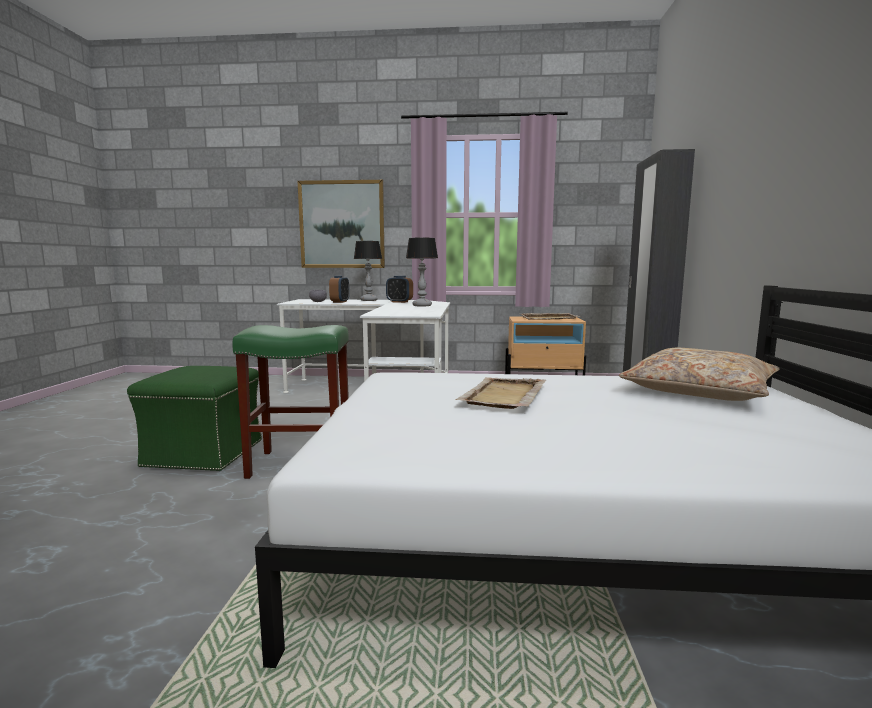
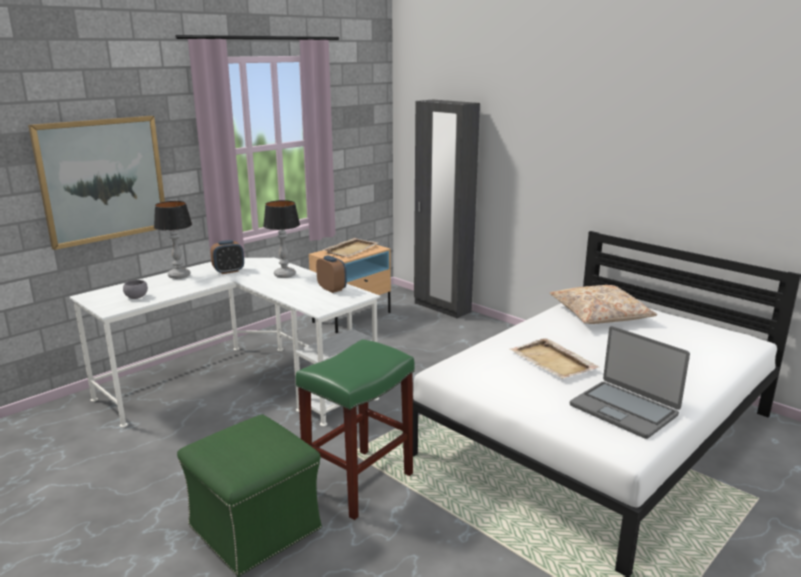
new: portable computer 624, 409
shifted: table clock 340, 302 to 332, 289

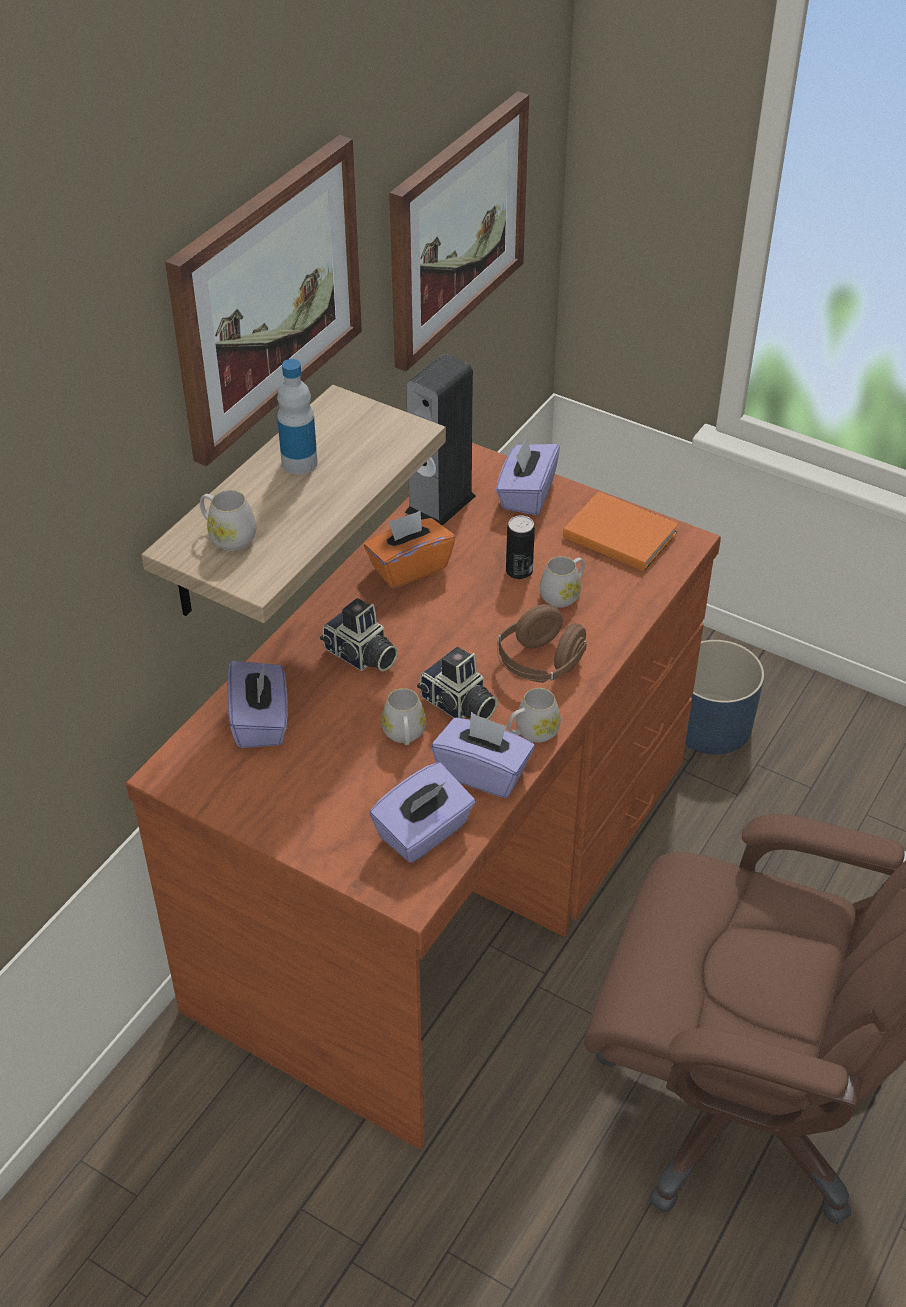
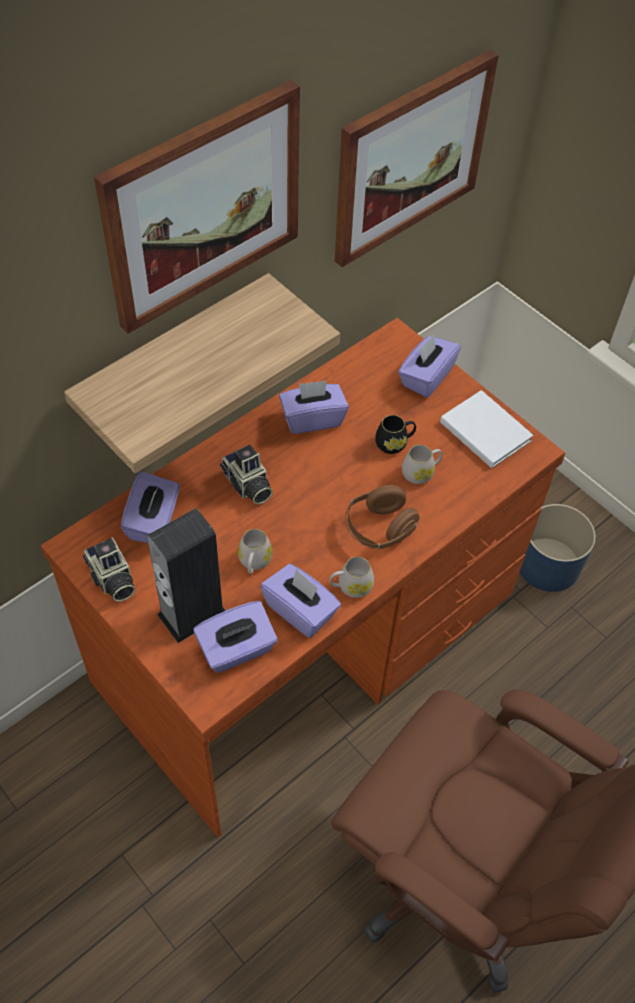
gone: whitish tea mug 228, 536; drink bottle 299, 463
shifted: still camera 458, 705 to 112, 579; loudspeaker 440, 504 to 192, 613
swapped: can 519, 571 to black-coloured tea mug 394, 443
repainted: orangey box of tissues 409, 567 to purple box of tissues 312, 418; orangey book 618, 533 to whitish book 485, 429

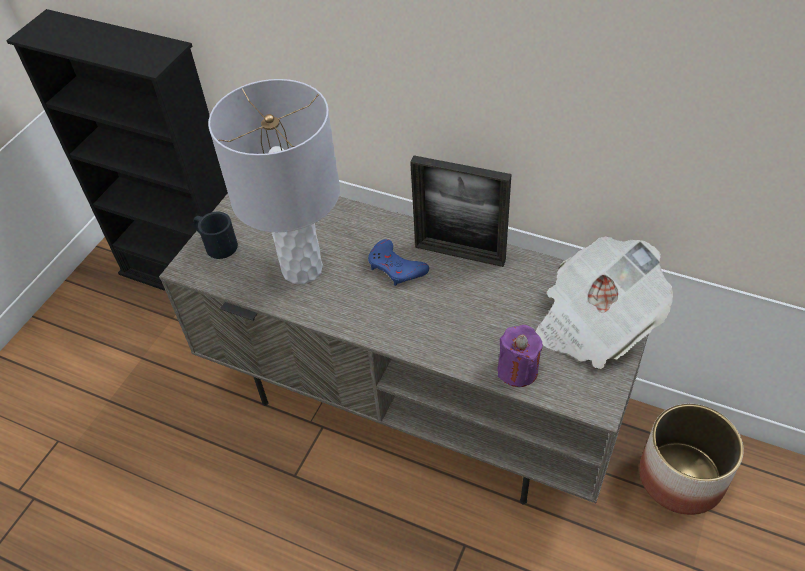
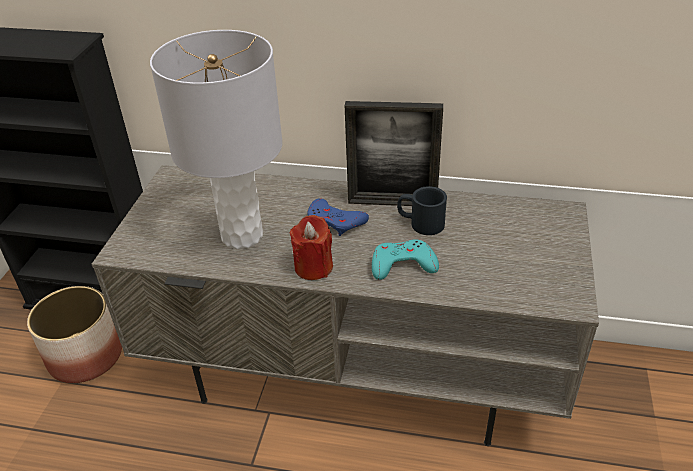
gone: purple wax candle 517, 370; printed paper 595, 322
new: reddish wax candle 313, 267; turquoise gamepad 402, 264
shifted: planter 681, 477 to 86, 356; black-coloured tea mug 216, 244 to 420, 223

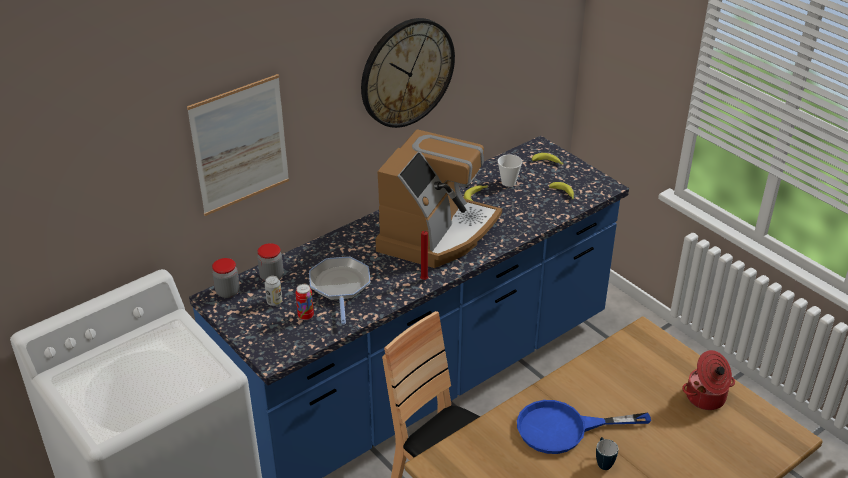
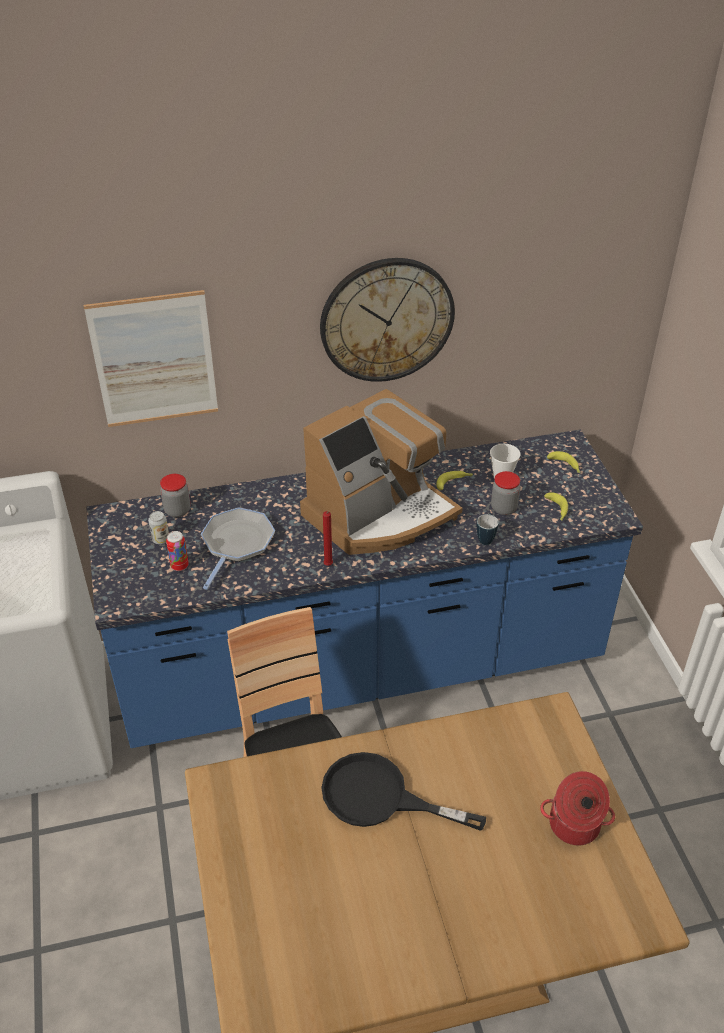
shifted: tea mug 603, 462 to 486, 538; jar 228, 292 to 503, 508
repainted: blue-coloured pan 564, 429 to black-coloured pan 380, 798

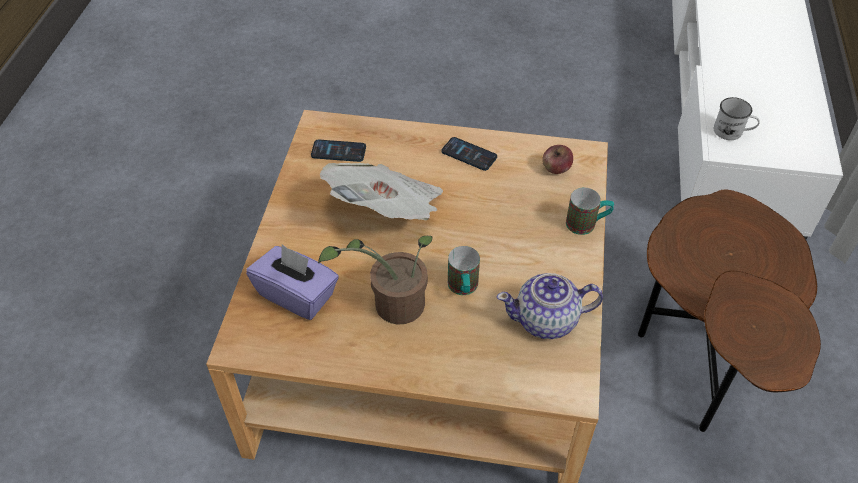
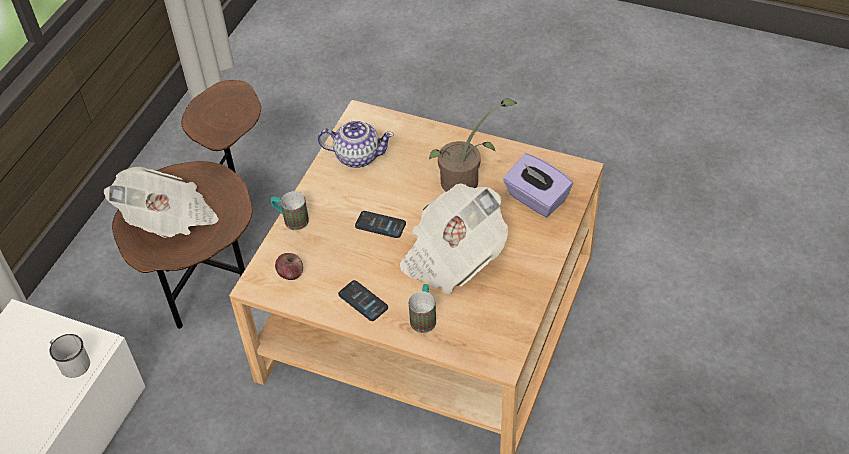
new: printed paper 169, 220
shifted: handset 338, 151 to 380, 225; tea mug 463, 289 to 424, 317

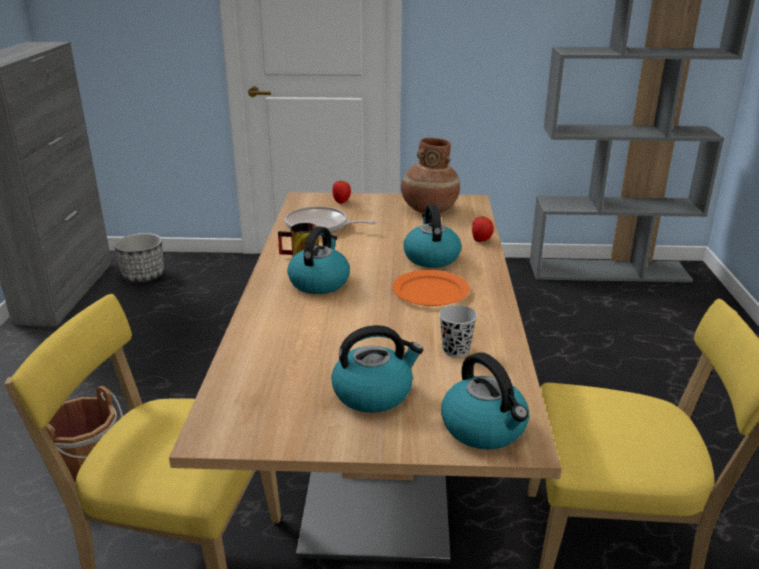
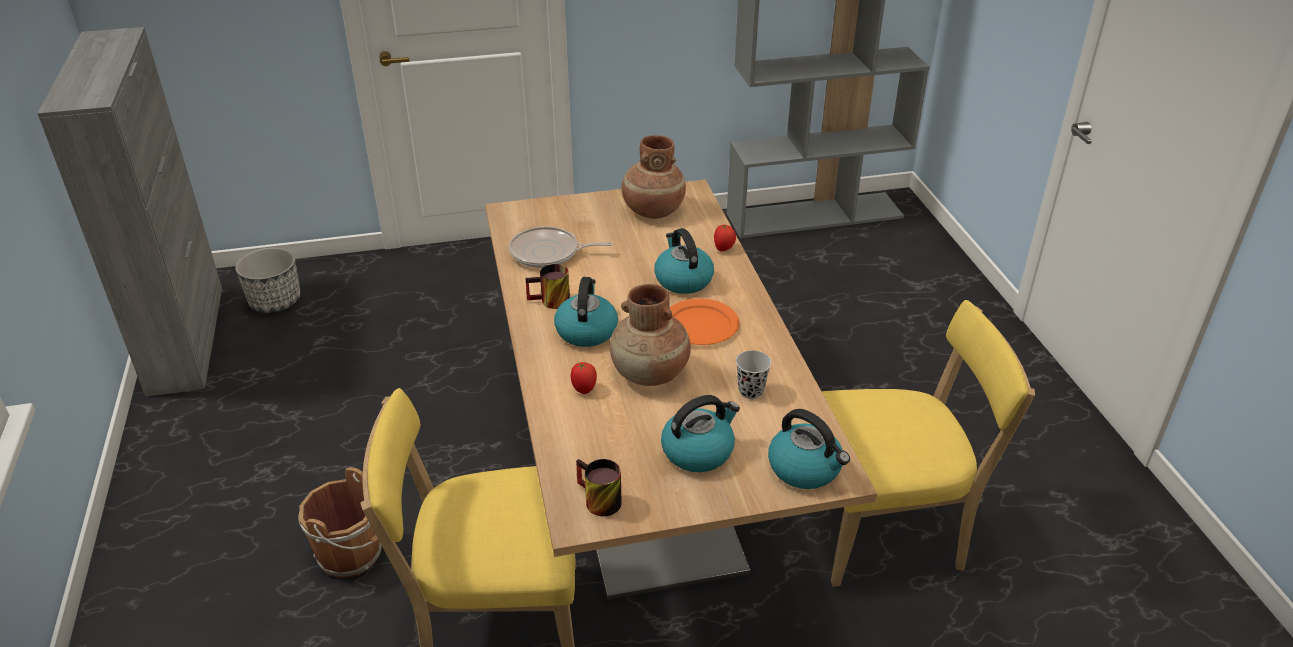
new: tea mug 596, 501; brown-coloured decorative vase 650, 374
shifted: fresh tomato 341, 202 to 584, 389

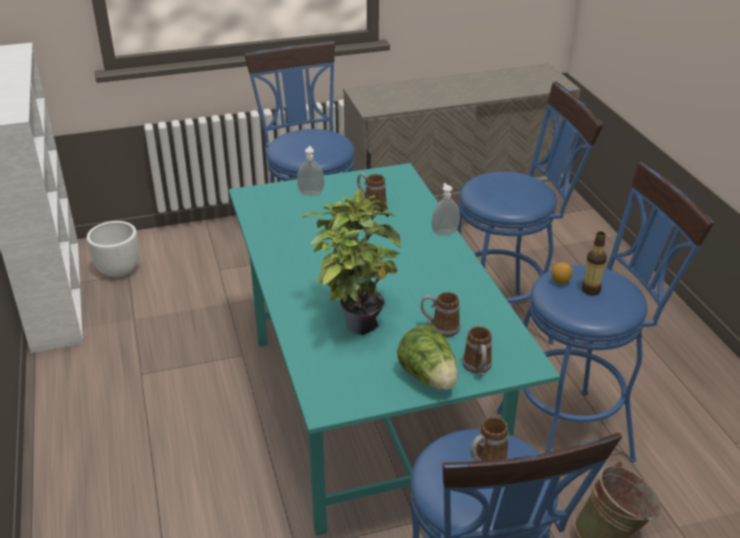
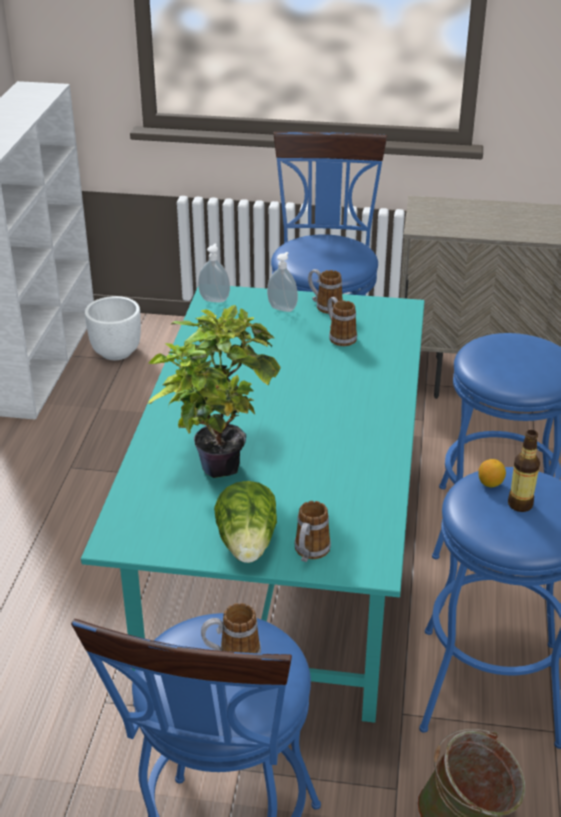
shifted: soap dispenser 444, 232 to 215, 299; tea mug 439, 328 to 324, 306

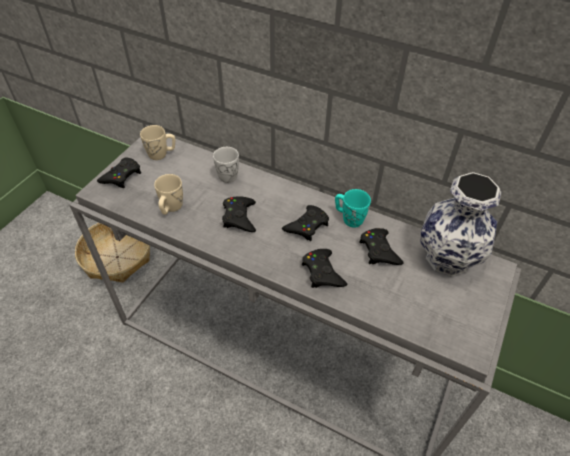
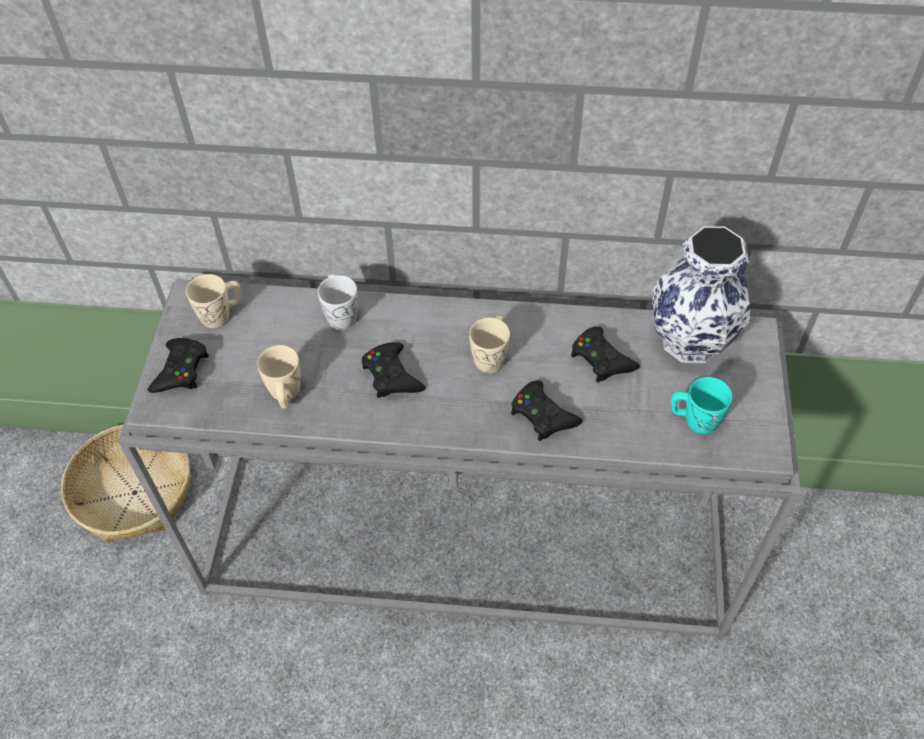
shifted: turquoise tea mug 349, 218 to 694, 420
swapped: black-coloured gamepad 307, 226 to beige-coloured tea mug 491, 356

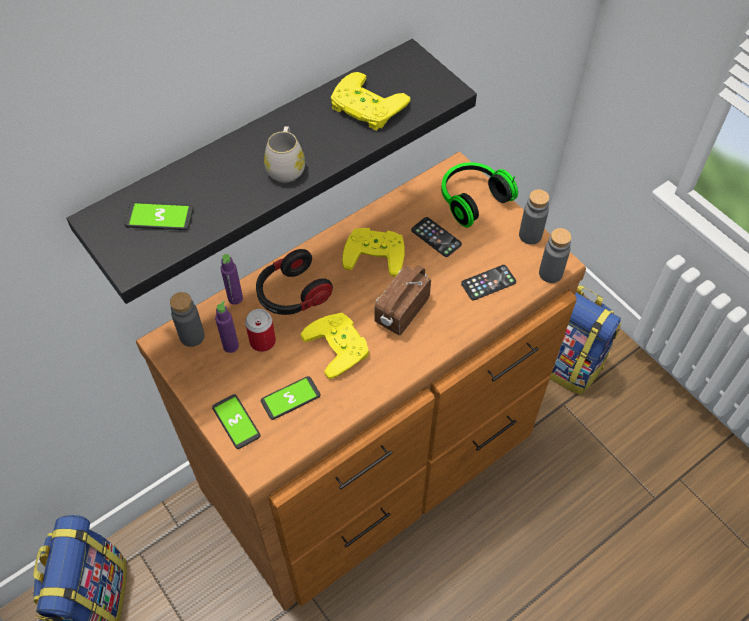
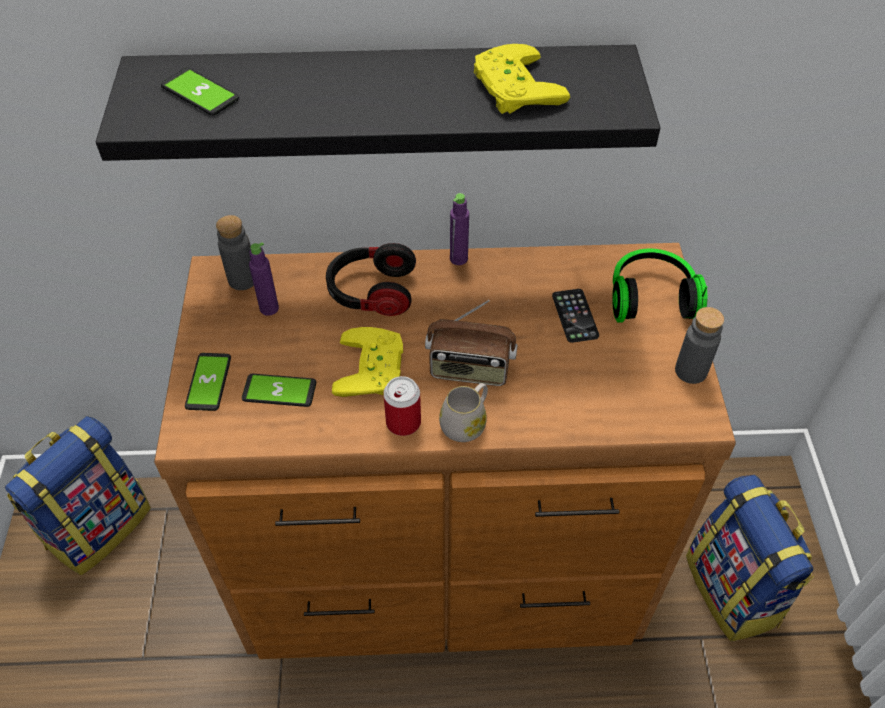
gone: yellow-coloured gamepad 375, 252; handset 488, 283; greyish drink bottle 550, 273
shifted: can 262, 341 to 403, 422; whitish tea mug 286, 167 to 466, 423; purple drink bottle 235, 298 to 458, 259
rotated: radio set 401, 311 = 469, 370 150 degrees counterclockwise

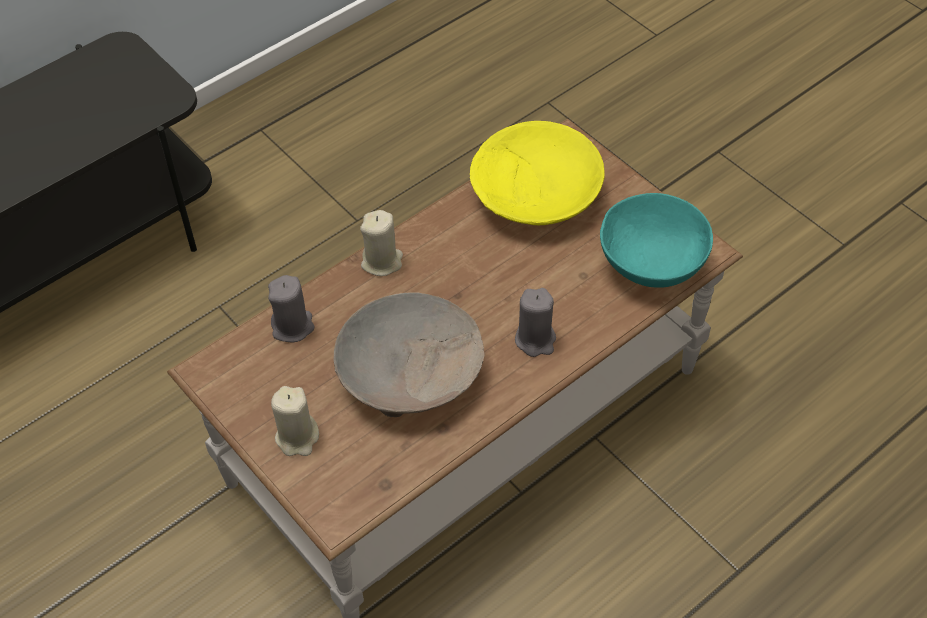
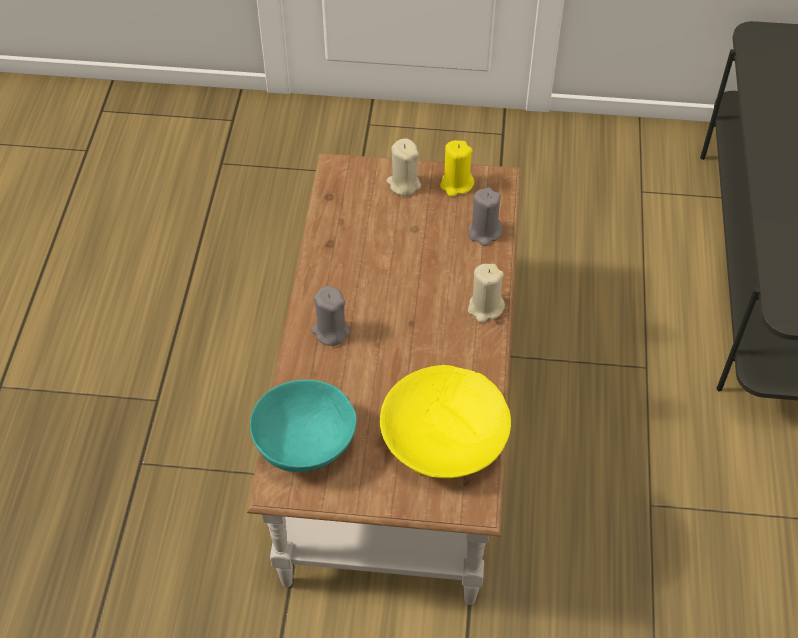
gone: beige-coloured bowl 408, 372
new: yellow-coloured wax candle 456, 184

